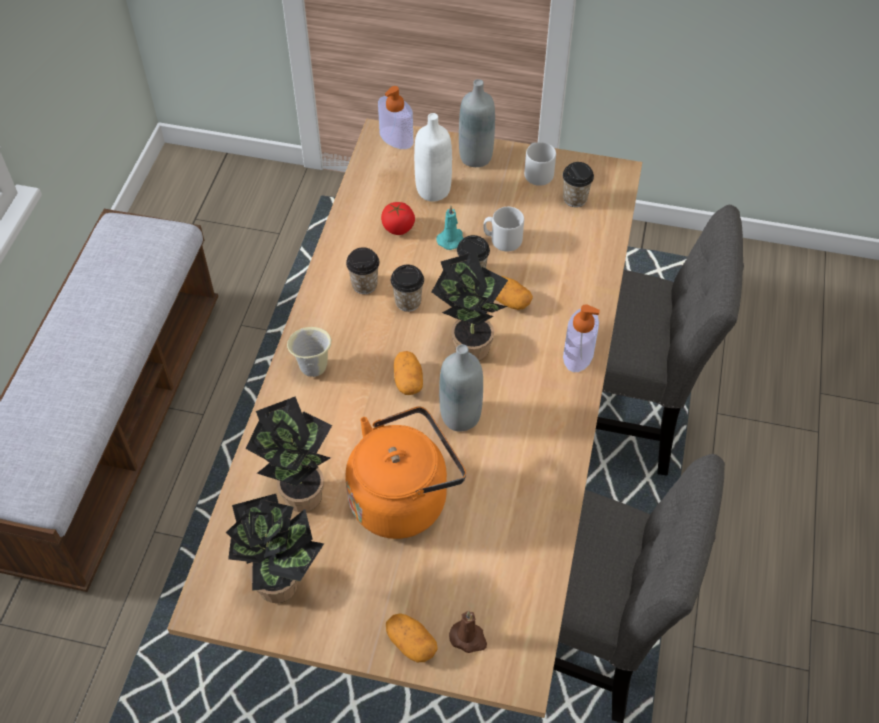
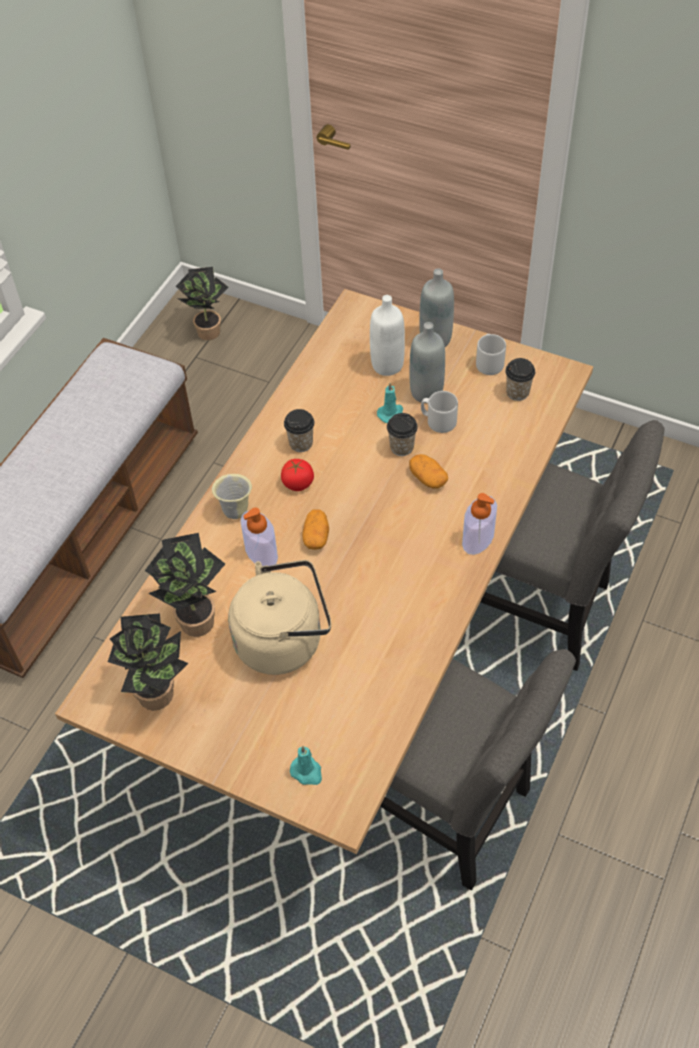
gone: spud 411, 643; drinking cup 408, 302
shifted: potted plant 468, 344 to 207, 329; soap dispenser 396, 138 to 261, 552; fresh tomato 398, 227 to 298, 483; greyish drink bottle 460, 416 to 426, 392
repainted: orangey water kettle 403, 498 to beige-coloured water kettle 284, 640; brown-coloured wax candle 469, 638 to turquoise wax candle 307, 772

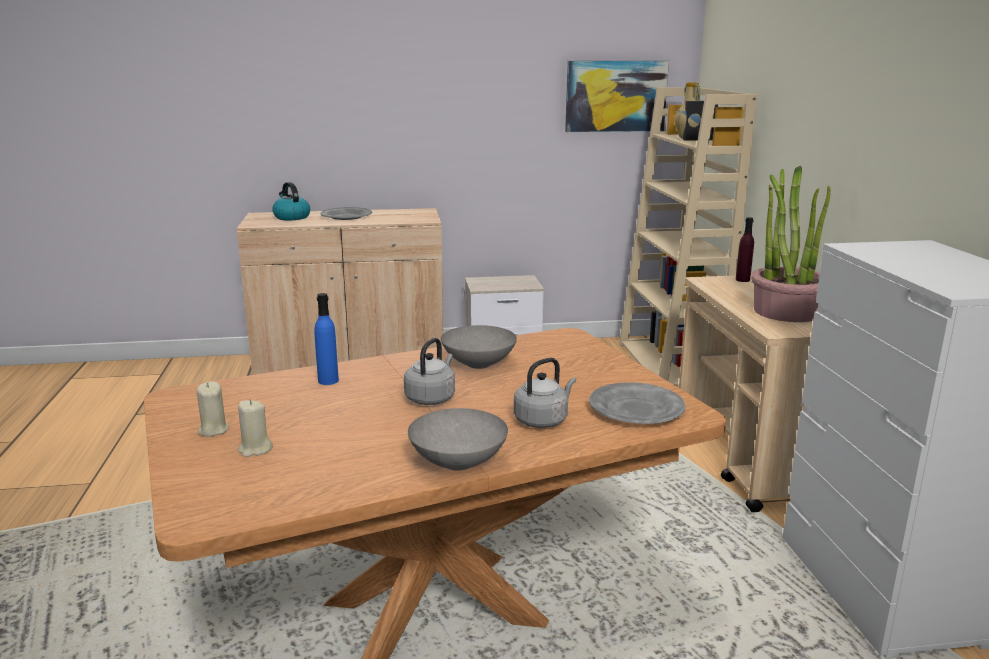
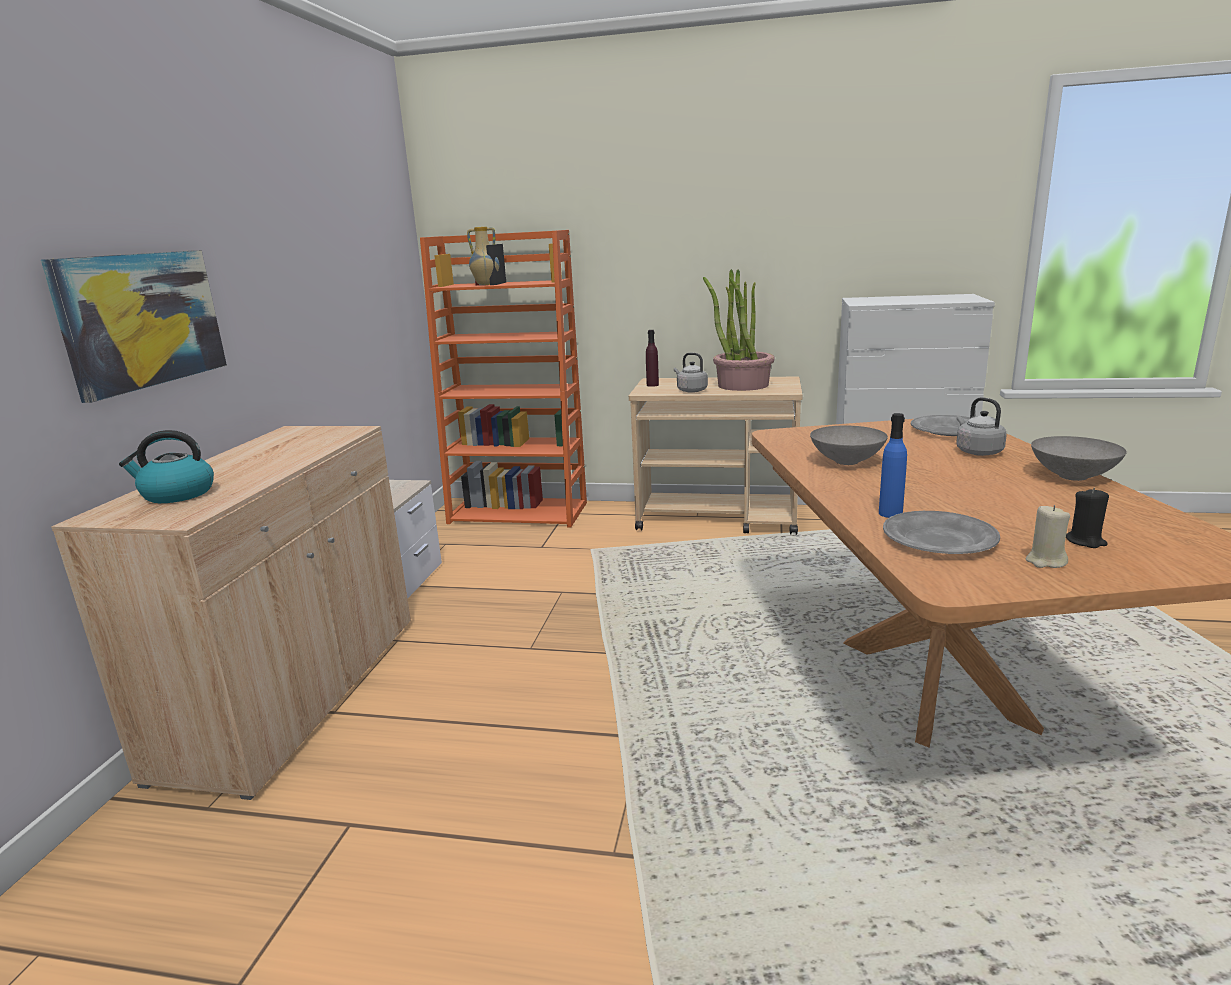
shifted: wall art 615, 96 to 142, 320; greyish water kettle 431, 398 to 690, 390; greyish plate 346, 216 to 938, 539
repainted: beige-coloured shelving unit 670, 365 to orangey shelving unit 520, 512; beige-coloured wax candle 255, 449 to black-coloured wax candle 1085, 541

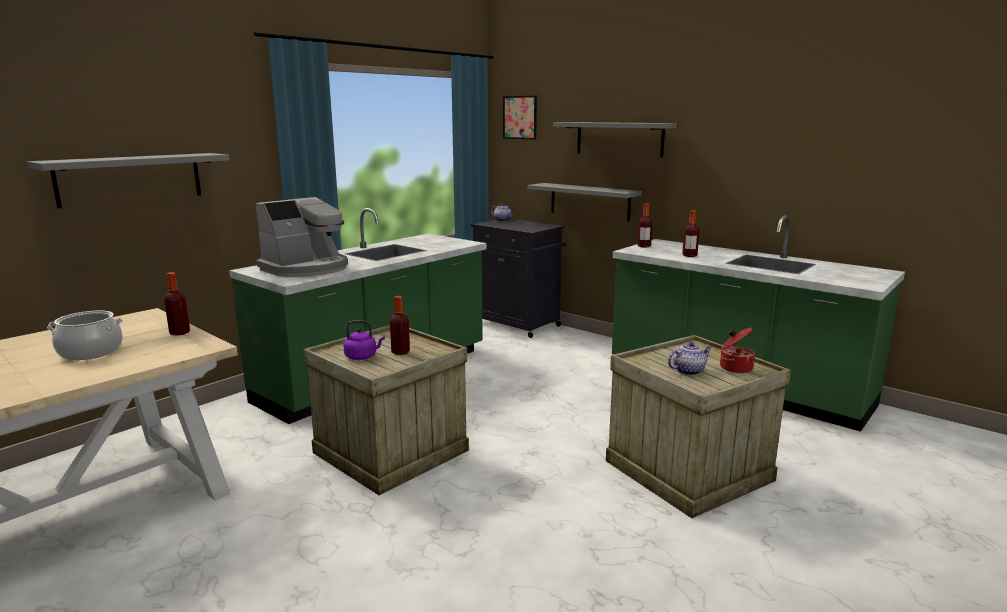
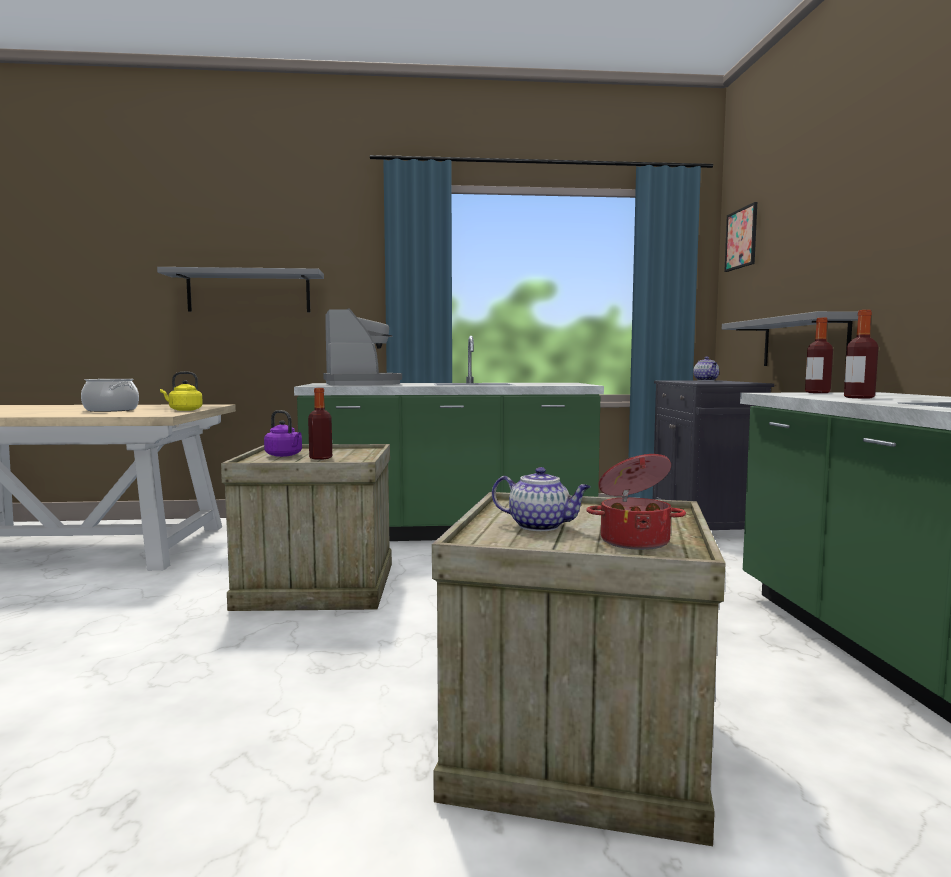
gone: greyish shelf 619, 139
swapped: drink bottle 179, 332 to yellow-coloured water kettle 184, 410
rotated: coffee brewer 306, 268 = 361, 384 105 degrees counterclockwise

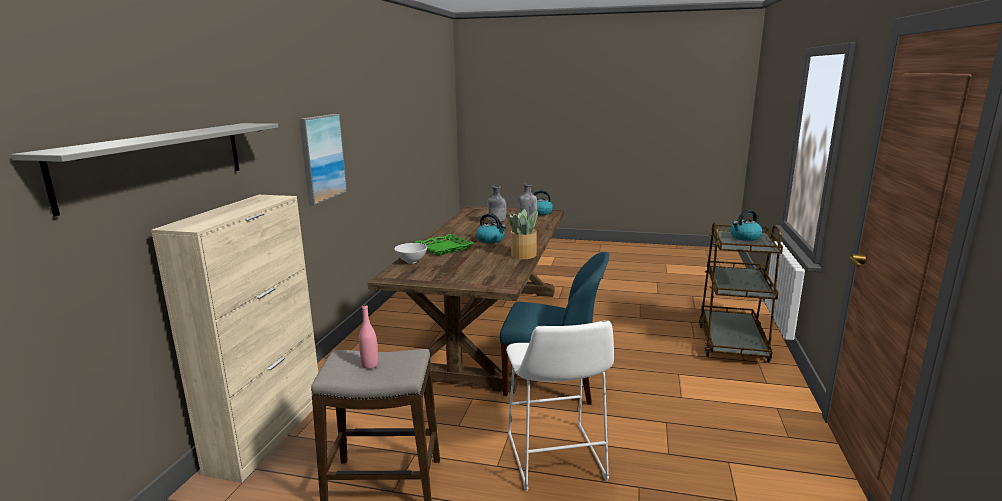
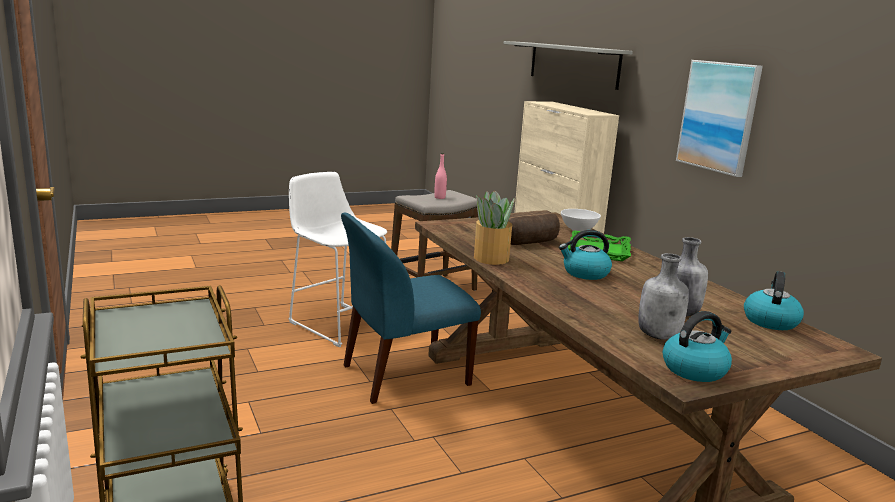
new: bakery bread 530, 242
shifted: water kettle 745, 237 to 770, 321

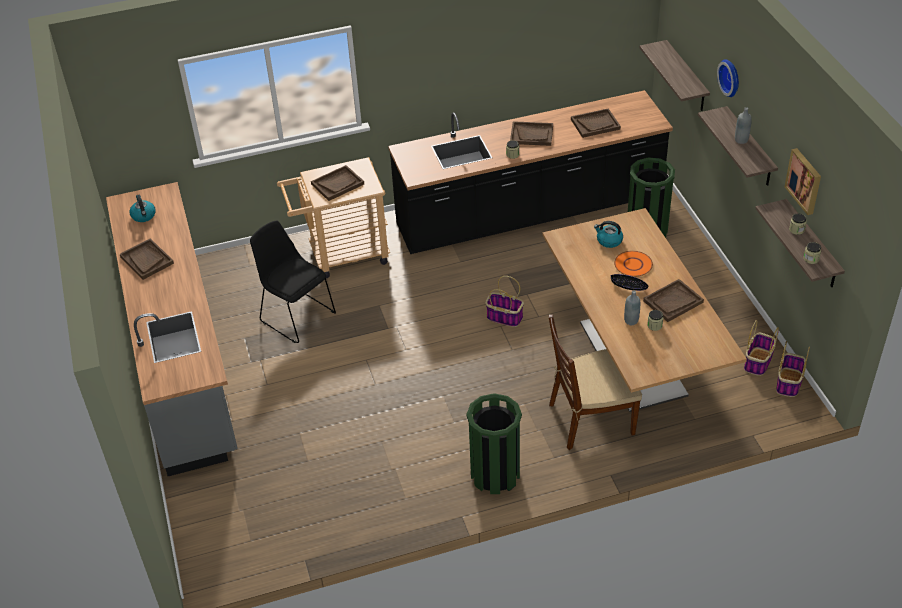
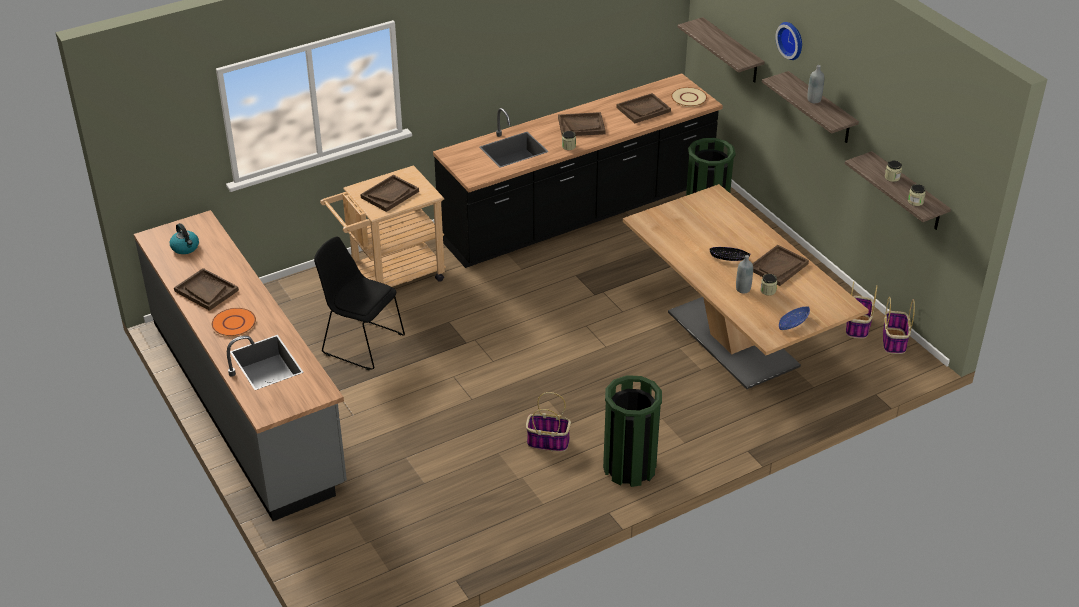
gone: brown-coloured upright chair 590, 419; water kettle 609, 241; wall art 805, 181
new: beige-coloured plate 689, 98; blue-coloured bowl 793, 323
shifted: orangey plate 633, 265 to 233, 323; basket 503, 317 to 547, 442

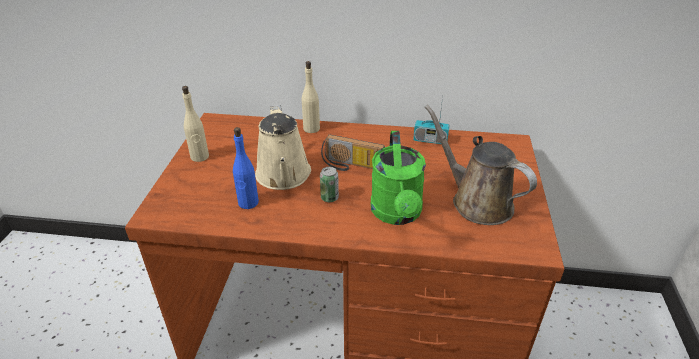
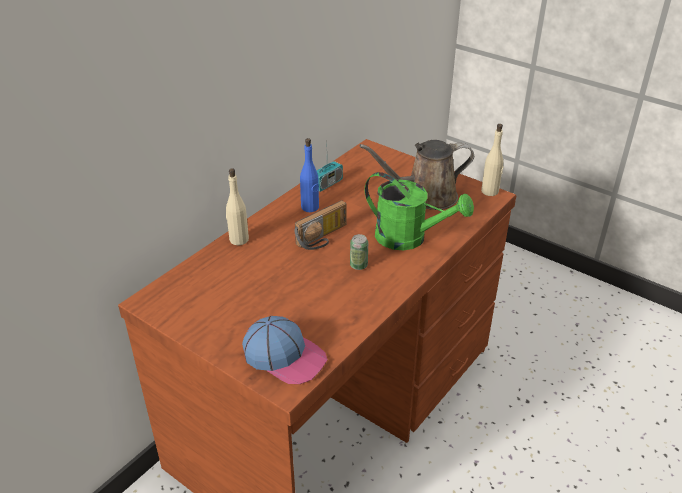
gone: beige-coloured sprinkling can 284, 176
new: baseball cap 285, 356
shifted: blue-coloured drink bottle 248, 203 to 310, 207; beige-coloured drink bottle 199, 157 to 490, 191

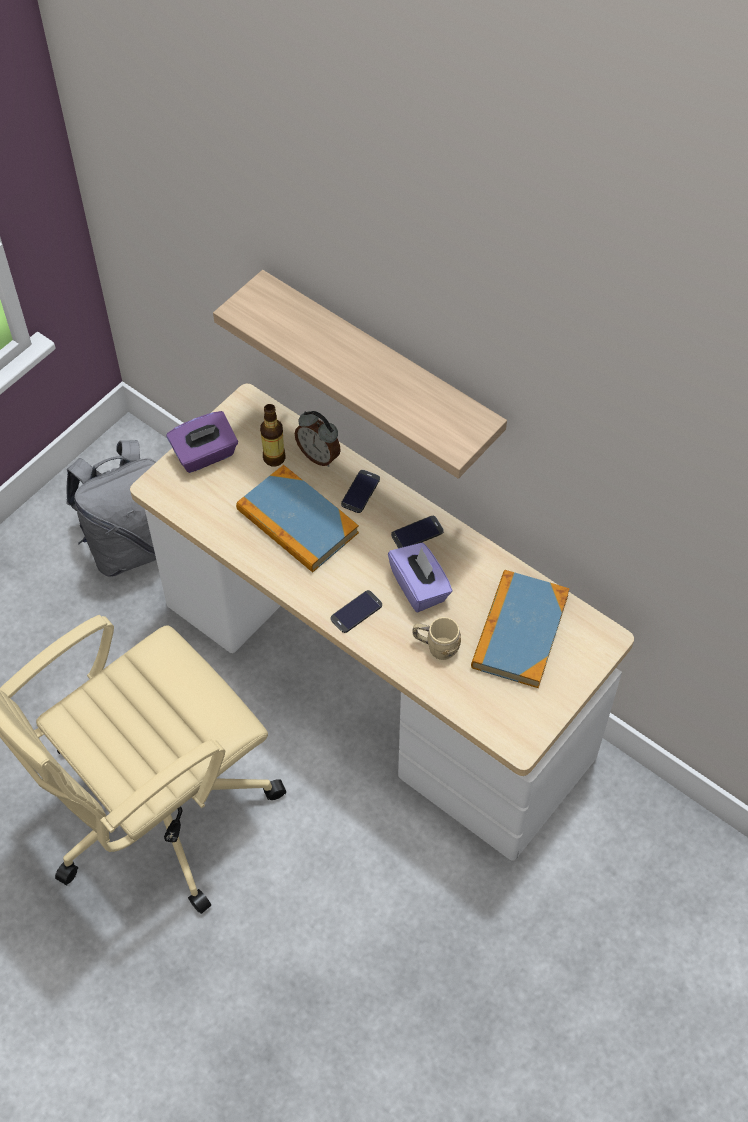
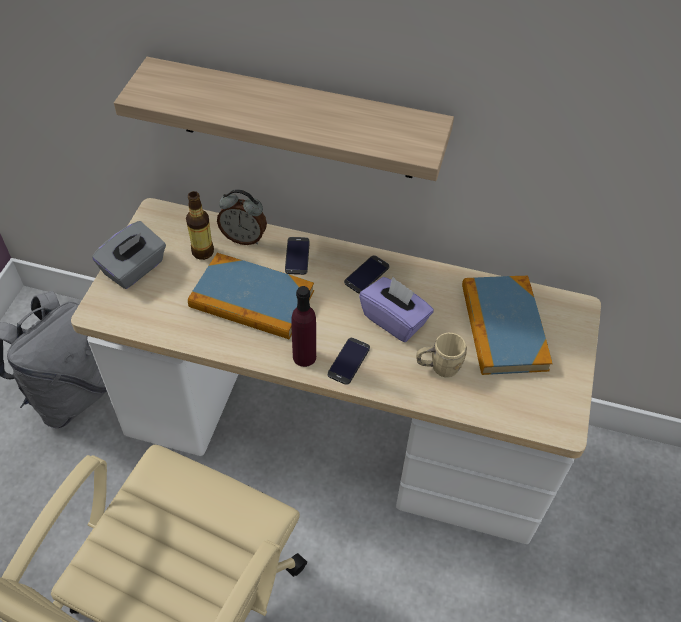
new: purple drink bottle 304, 356
repainted: purple box of tissues 205, 455 to greyish box of tissues 134, 269

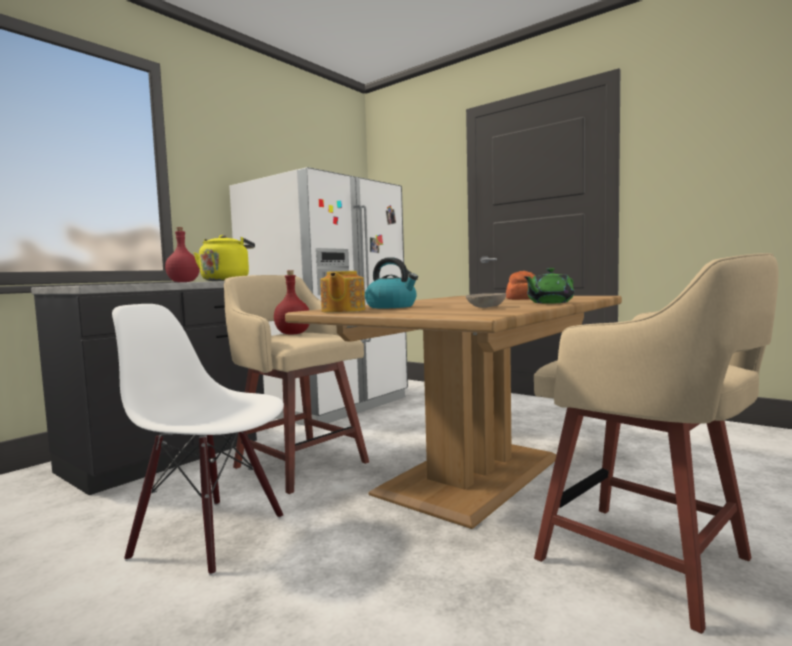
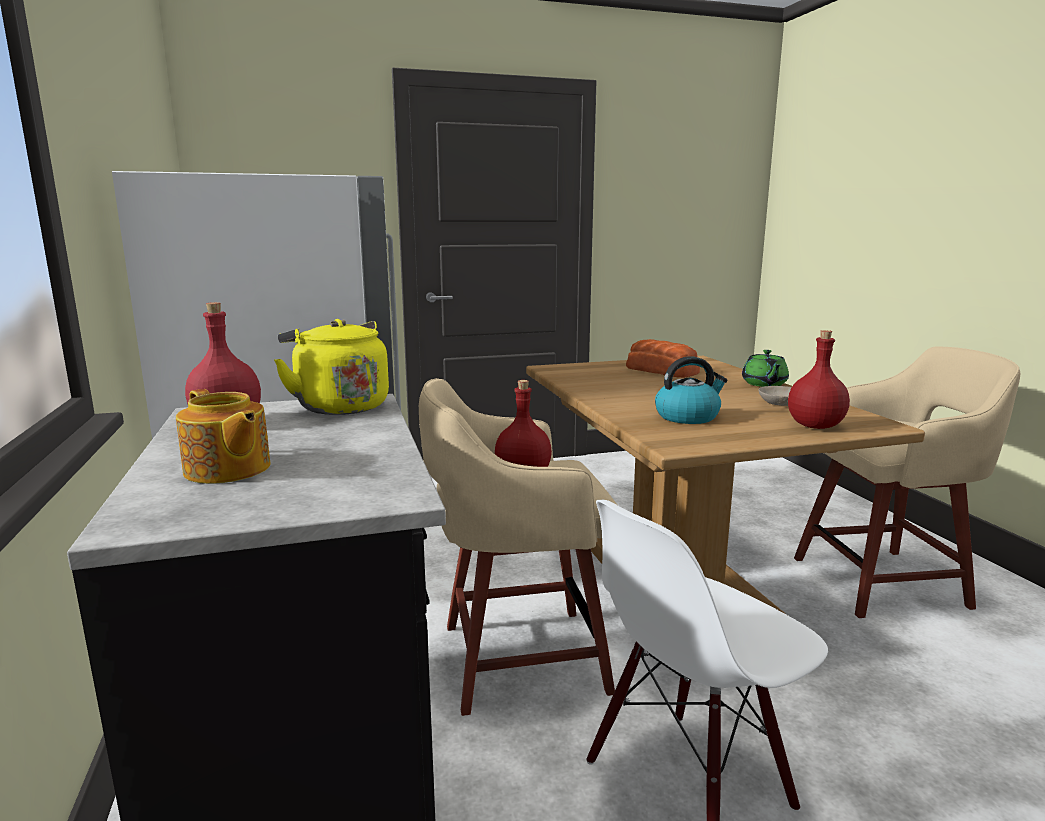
new: reddish drink bottle 814, 426
shifted: tea pot 342, 311 to 227, 470

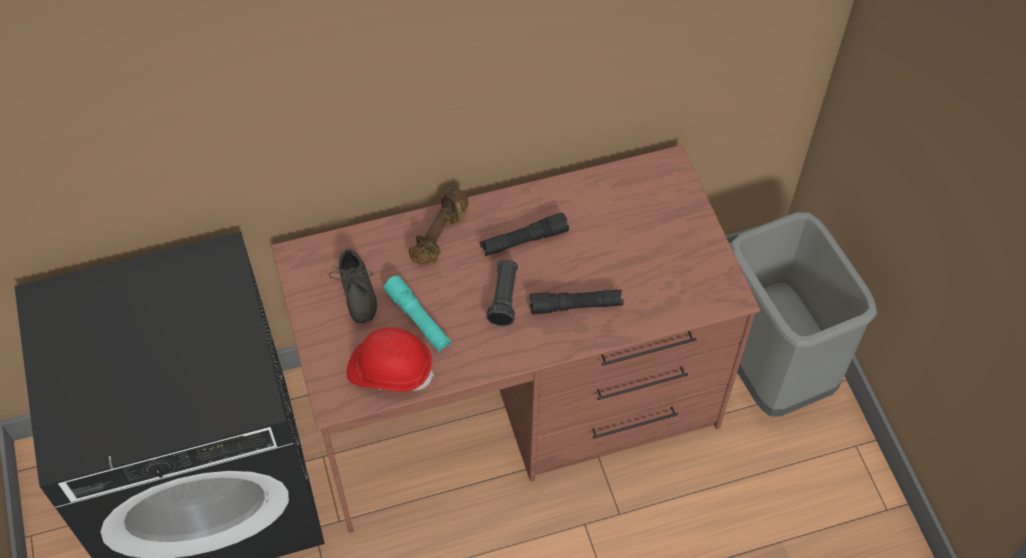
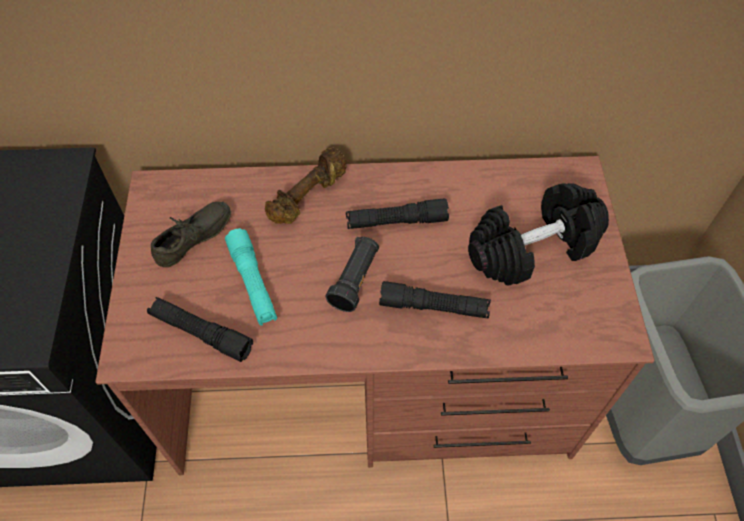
new: black-coloured free weight 533, 247
swapped: reddish safety helmet 390, 370 to black-coloured torch 201, 333
rotated: greyish low shoe 355, 294 = 196, 240 135 degrees counterclockwise

